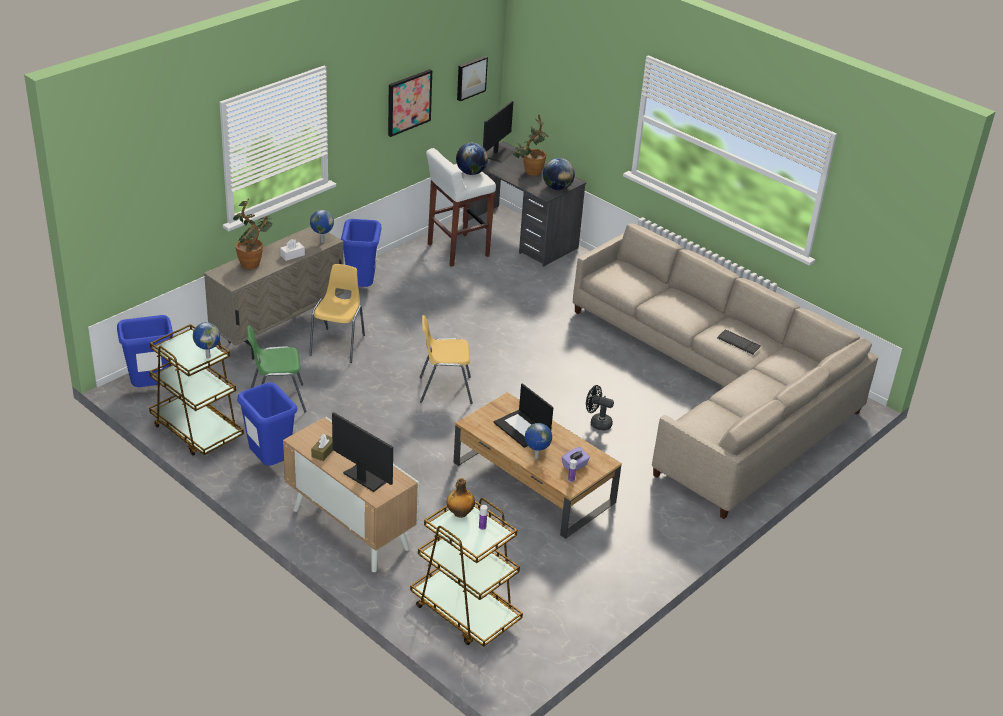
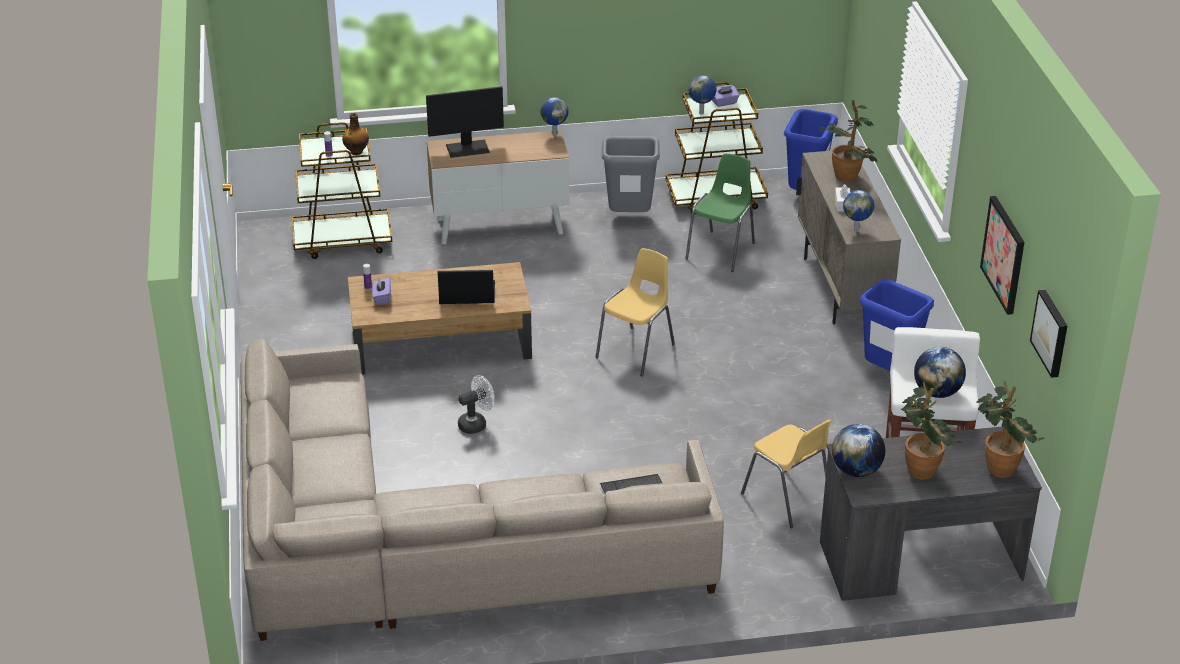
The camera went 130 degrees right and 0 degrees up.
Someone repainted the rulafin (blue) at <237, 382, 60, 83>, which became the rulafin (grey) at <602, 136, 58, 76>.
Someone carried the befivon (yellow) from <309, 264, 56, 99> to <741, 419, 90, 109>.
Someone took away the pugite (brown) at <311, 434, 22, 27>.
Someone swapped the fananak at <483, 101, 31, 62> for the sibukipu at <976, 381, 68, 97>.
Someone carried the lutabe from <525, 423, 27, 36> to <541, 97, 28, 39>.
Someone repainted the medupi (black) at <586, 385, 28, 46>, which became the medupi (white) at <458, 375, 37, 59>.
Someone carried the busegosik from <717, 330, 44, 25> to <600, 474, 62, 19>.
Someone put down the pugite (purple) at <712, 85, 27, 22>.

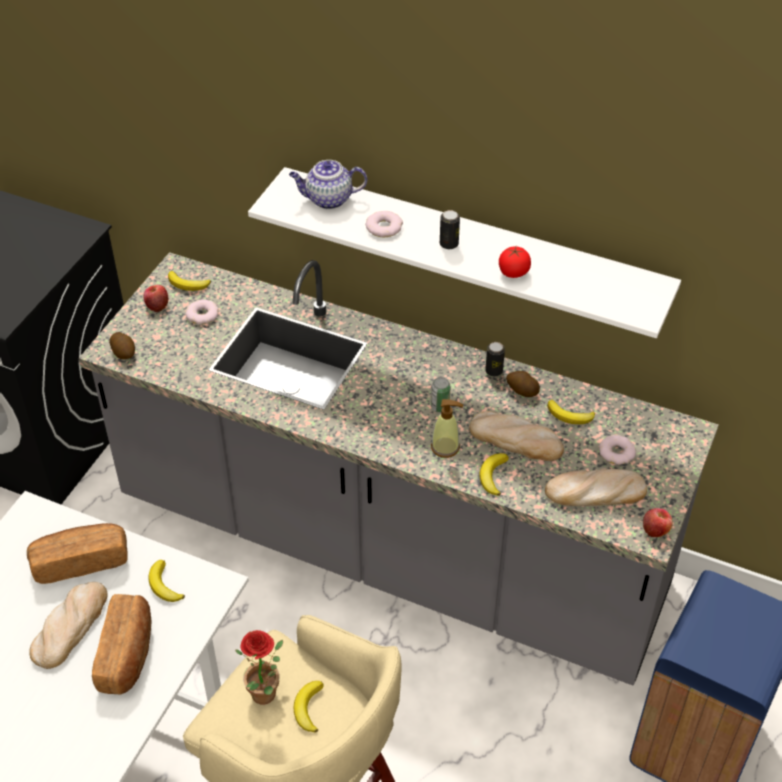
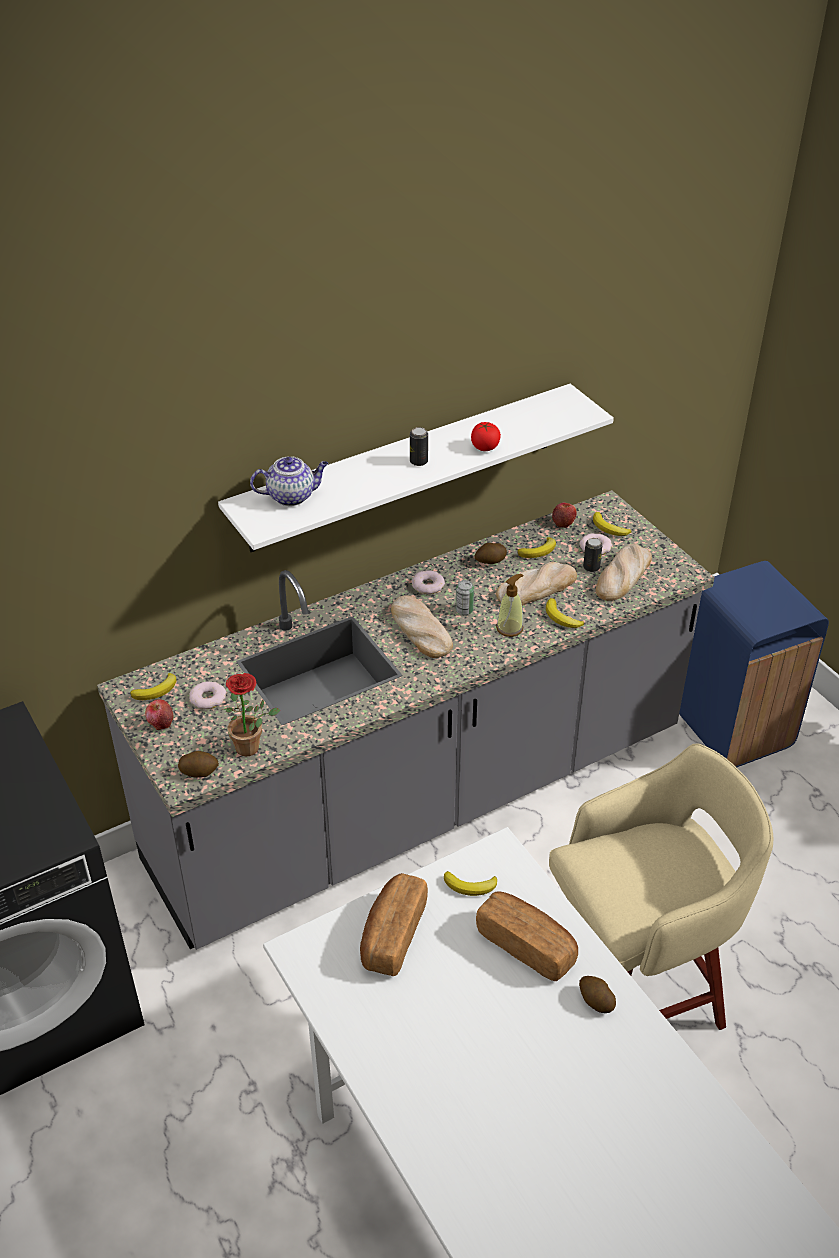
The camera went 55 degrees left and 5 degrees down.
Someone carried the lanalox from <30, 582, 78, 87> to <391, 595, 62, 63>.
Someone carried the sibukipu from <235, 630, 48, 74> to <222, 673, 58, 84>.
Someone rotated the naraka at <289, 160, 78, 49> by 135 degrees counterclockwise.
Someone carried the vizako from <294, 681, 30, 52> to <593, 512, 39, 24>.
Someone carried the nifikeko from <366, 211, 37, 26> to <412, 570, 33, 24>.
Someone carried the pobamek from <485, 342, 20, 35> to <583, 538, 20, 34>.
Someone carried the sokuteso from <643, 508, 30, 29> to <552, 503, 25, 25>.
Someone put down the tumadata at <579, 976, 37, 37>.

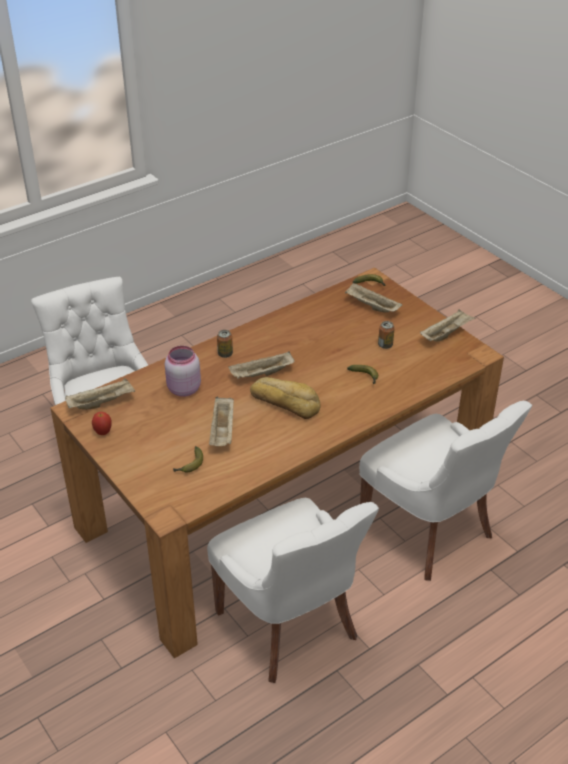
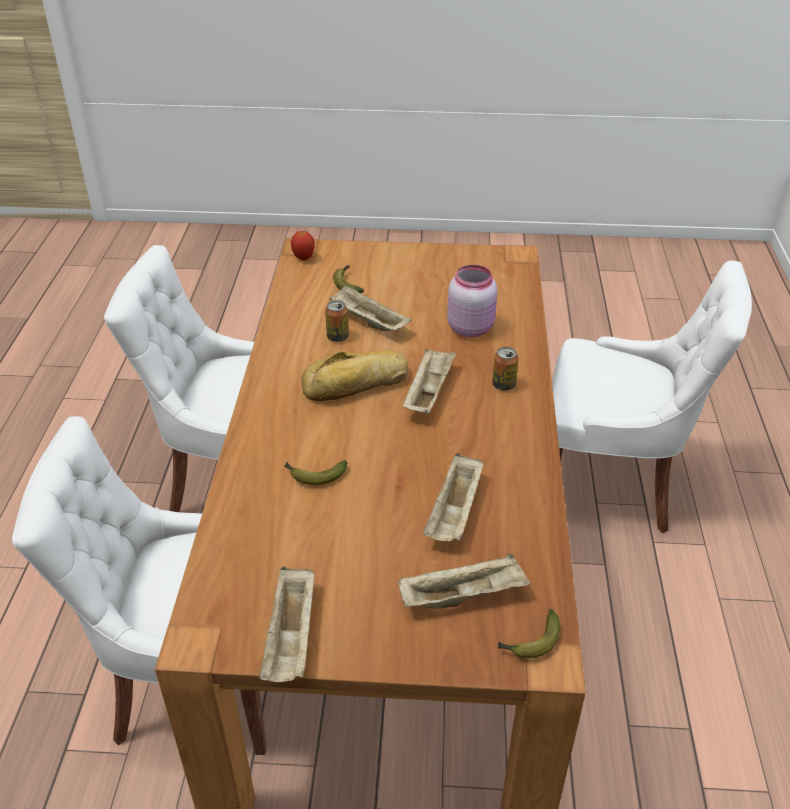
The camera went 130 degrees right and 0 degrees up.
Someone carried the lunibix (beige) from <65, 378, 70, 32> to <423, 453, 61, 88>.
Someone carried the sokuteso from <92, 412, 20, 23> to <291, 231, 24, 29>.
Someone carried the pobamek from <378, 321, 17, 28> to <325, 300, 24, 42>.

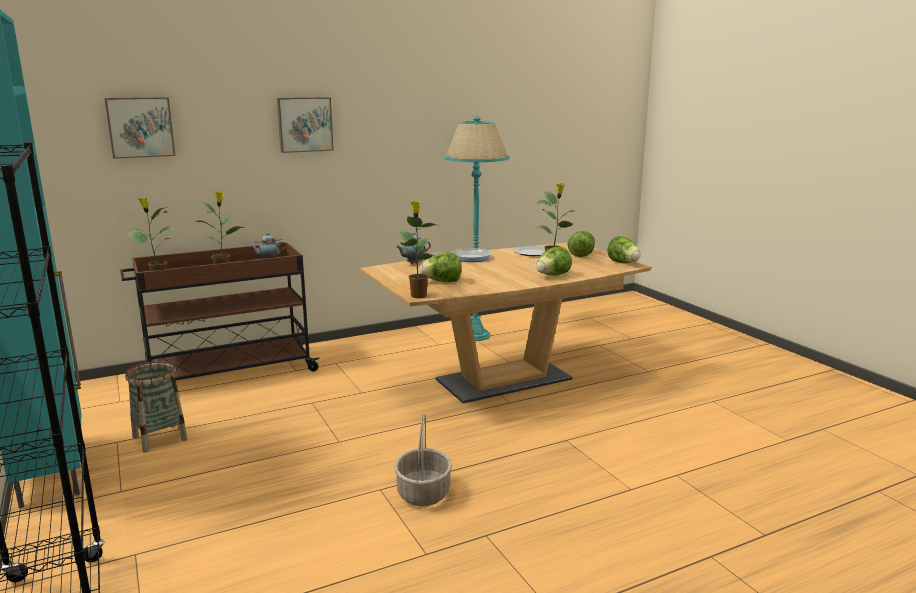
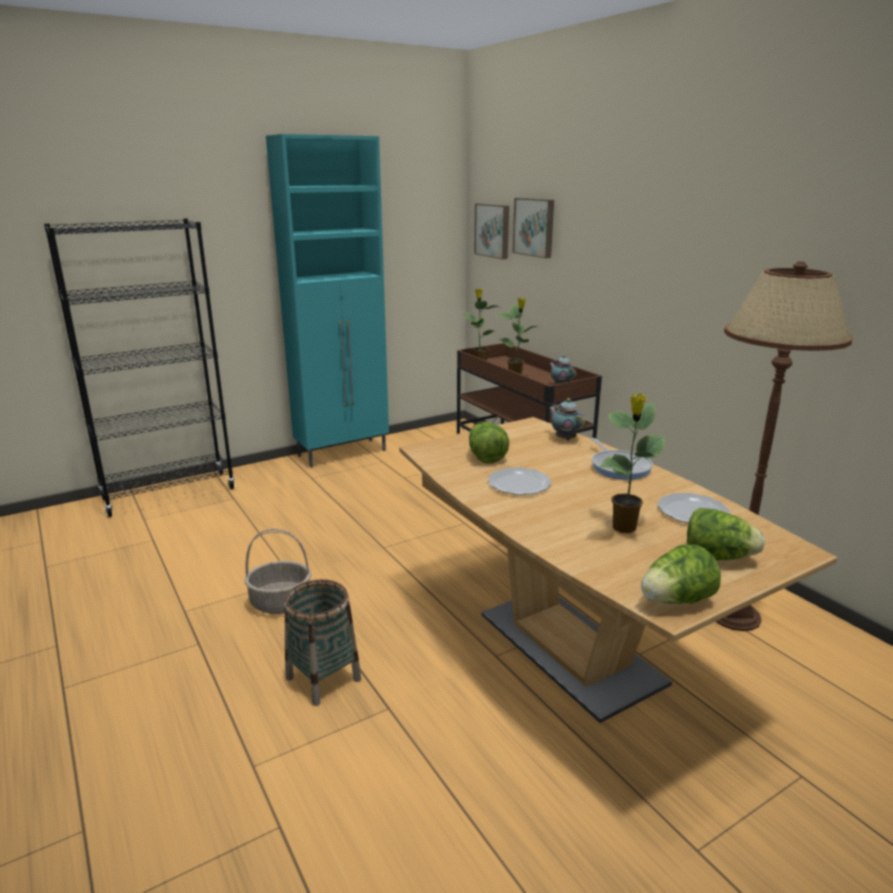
The camera went 85 degrees right and 5 degrees up.
Someone carried the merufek from <125, 361, 63, 92> to <284, 579, 77, 127>.
Someone carried the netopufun from <277, 97, 57, 56> to <474, 203, 35, 56>.
Someone took away the sibukipu at <398, 201, 41, 97>.
Someone repainted the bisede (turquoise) at <444, 116, 65, 225>, which became the bisede (brown) at <716, 261, 136, 370>.
Someone took away the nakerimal at <536, 247, 36, 29>.
Someone put down the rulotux at <488, 467, 63, 28>.

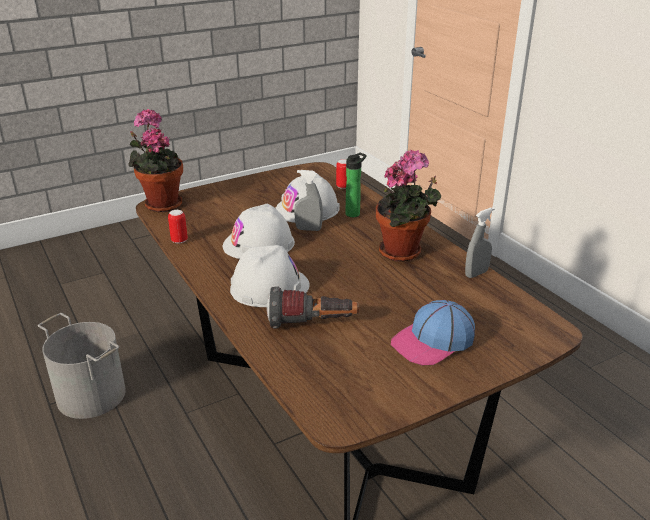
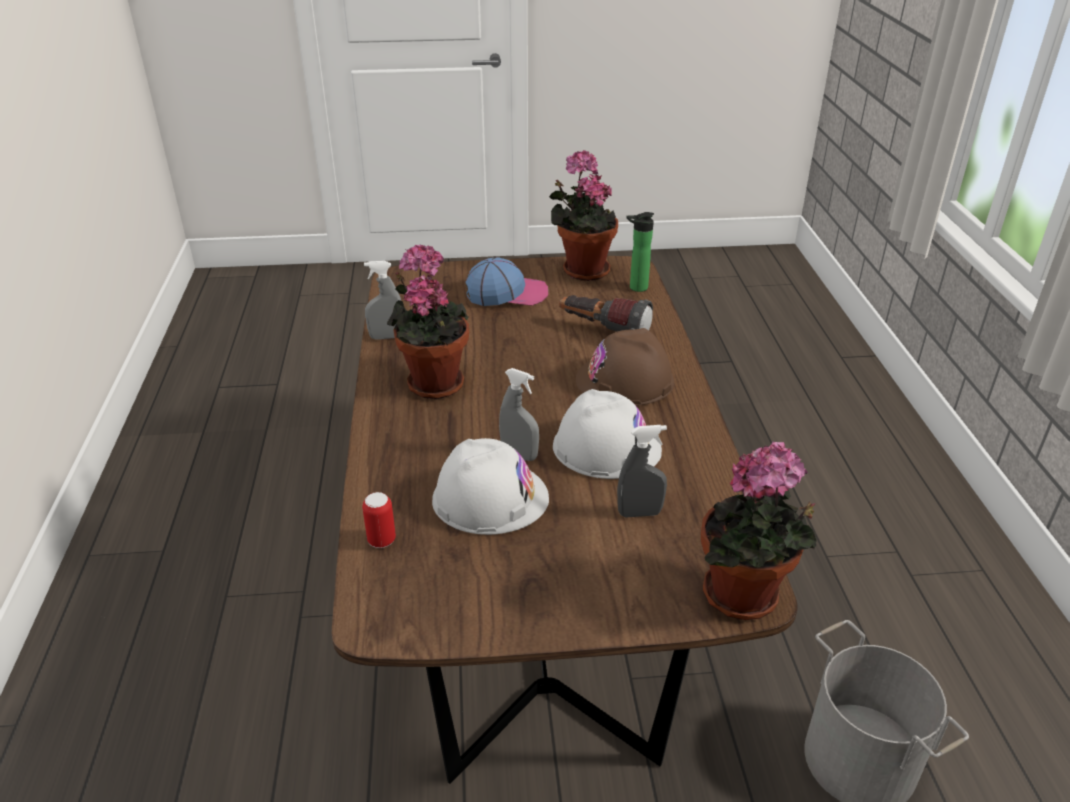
The camera went 155 degrees left and 5 degrees up.
Someone took away the pobamek at <168, 210, 20, 34>.
Someone repainted the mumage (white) at <230, 245, 80, 62>, which became the mumage (brown) at <576, 328, 98, 78>.
Someone carried the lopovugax from <345, 153, 22, 64> to <626, 212, 28, 80>.
Someone put down the sibukipu at <549, 150, 69, 131>.
Someone put down the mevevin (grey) at <617, 425, 50, 92>.

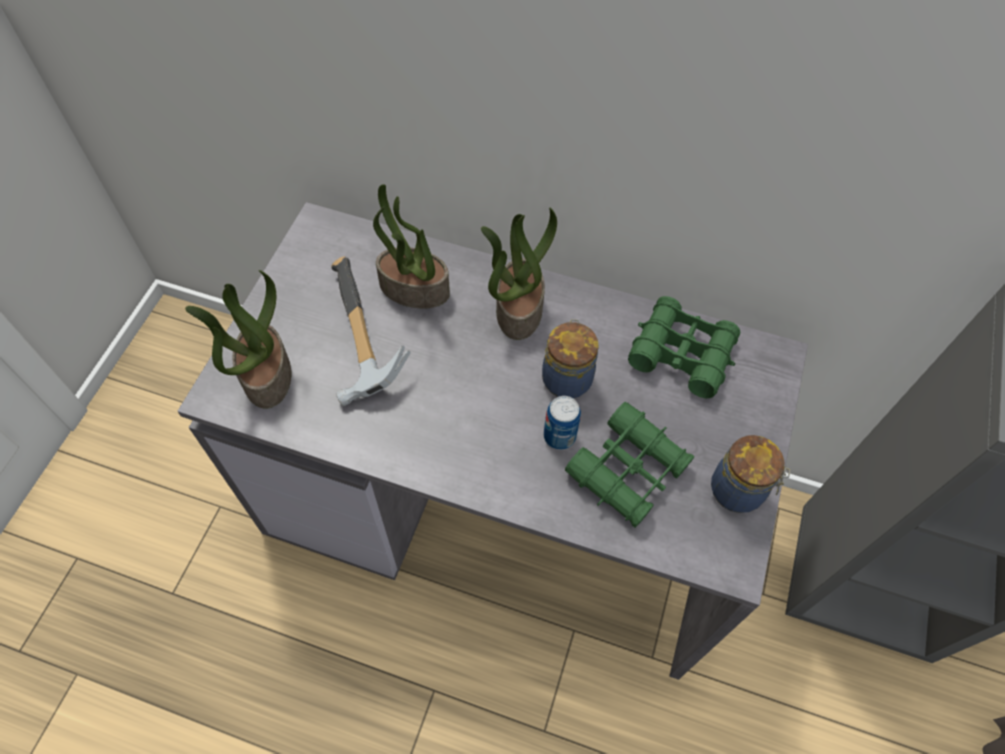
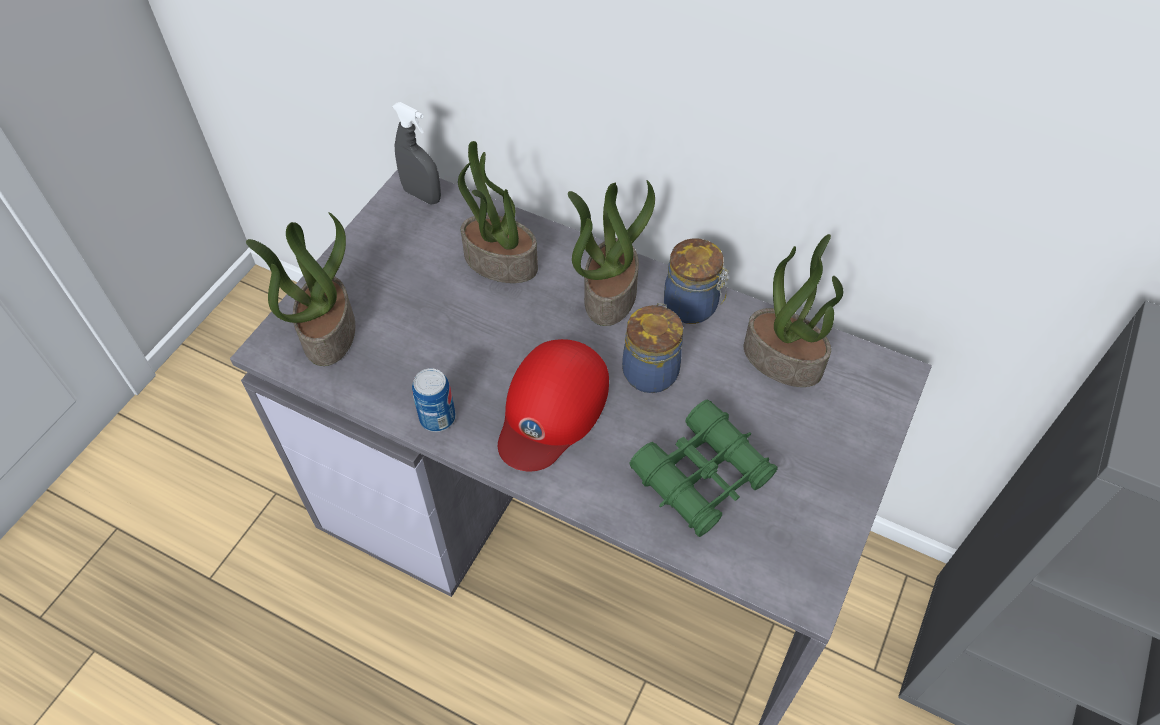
The camera went 10 degrees right and 5 degrees down.
Someone took away the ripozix at <331, 257, 80, 149>.
Someone carried the pobamek from <544, 396, 37, 54> to <412, 368, 44, 64>.
Someone swapped the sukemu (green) at <628, 296, 112, 102> for the sibukipu at <744, 234, 100, 153>.
Someone carried the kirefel from <711, 435, 79, 78> to <664, 238, 65, 86>.
Someone put down the mevevin (grey) at <392, 102, 49, 102>.
Someone put down the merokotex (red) at <498, 339, 111, 132>.

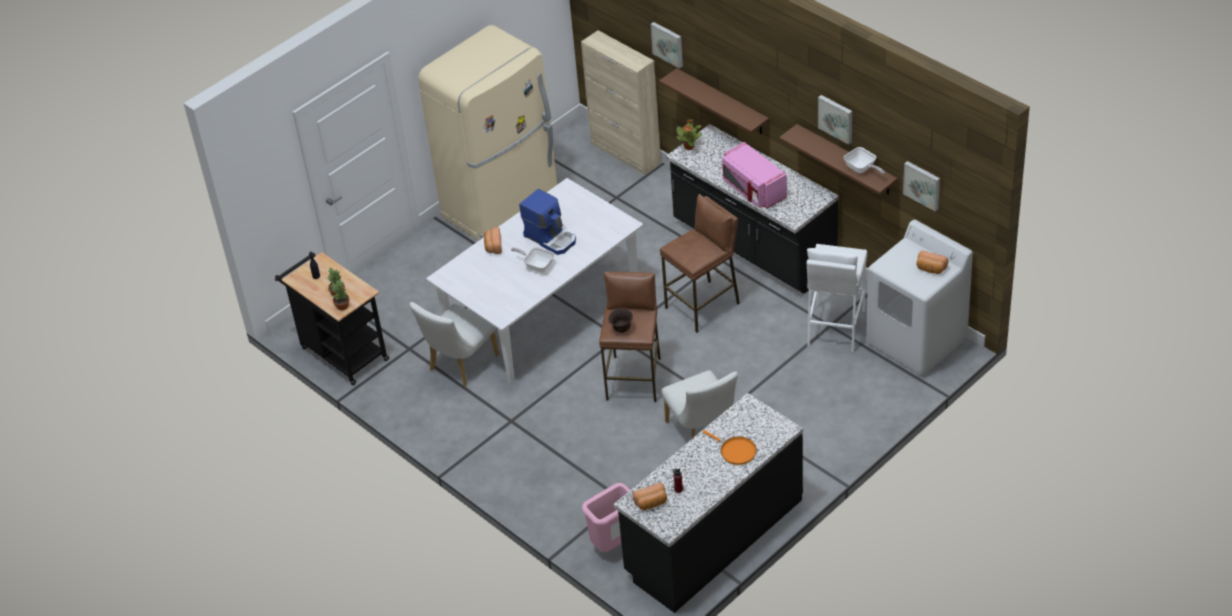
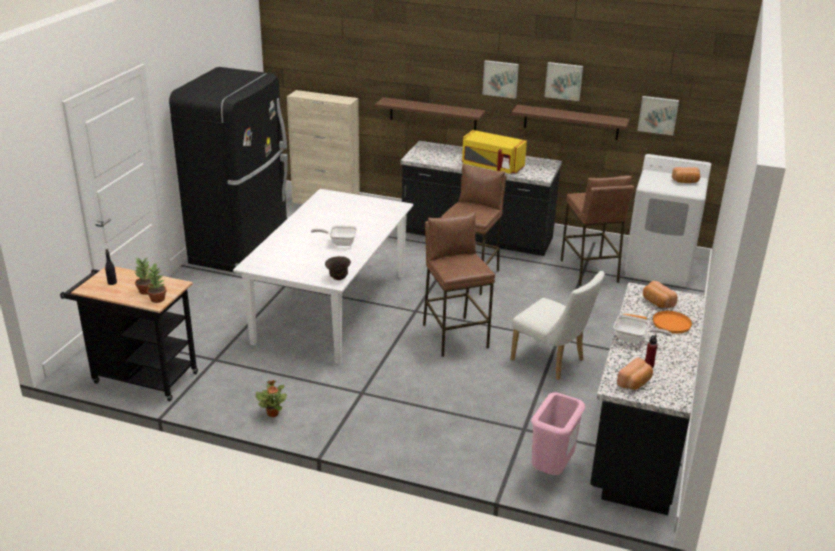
The camera went 30 degrees left and 15 degrees down.
Someone took away the befivon (white) at <409, 302, 90, 84>.
Someone repainted the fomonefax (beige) at <418, 25, 140, 216>, which became the fomonefax (black) at <169, 67, 119, 207>.
Someone carried the lanalox from <484, 227, 18, 27> to <643, 281, 35, 27>.
Someone took away the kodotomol at <519, 189, 57, 66>.
Someone carried the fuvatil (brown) from <608, 309, 25, 24> to <325, 256, 26, 24>.
Someone carried the netopufun from <651, 22, 32, 46> to <483, 60, 36, 38>.
Someone carried the sibukipu from <676, 120, 26, 30> to <255, 380, 32, 37>.
Someone repainted the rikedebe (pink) at <722, 142, 65, 67>, which became the rikedebe (yellow) at <462, 130, 65, 44>.
Someone repainted the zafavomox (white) at <807, 244, 60, 109>, which became the zafavomox (brown) at <560, 176, 74, 110>.
Someone carried the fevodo from <843, 147, 42, 27> to <614, 315, 58, 28>.

